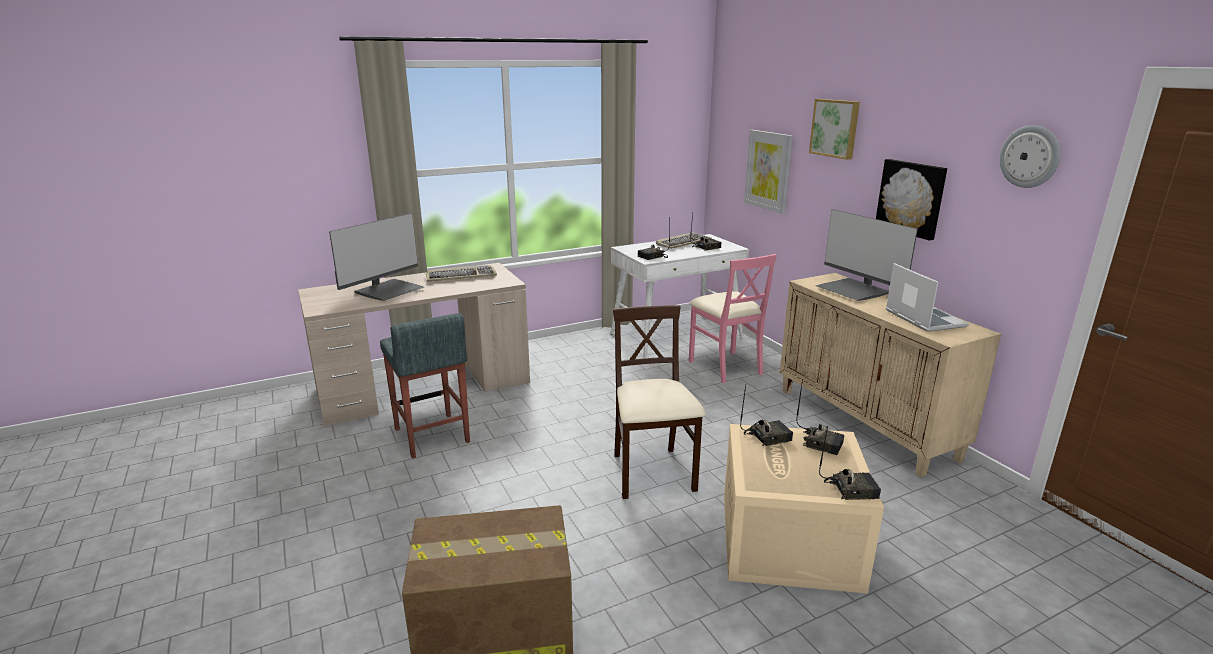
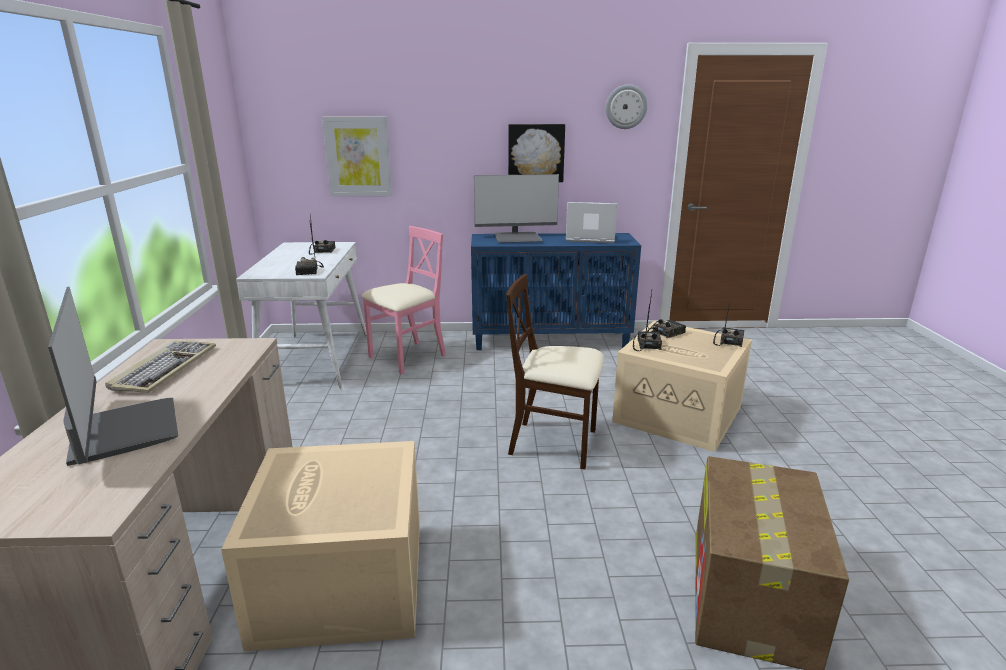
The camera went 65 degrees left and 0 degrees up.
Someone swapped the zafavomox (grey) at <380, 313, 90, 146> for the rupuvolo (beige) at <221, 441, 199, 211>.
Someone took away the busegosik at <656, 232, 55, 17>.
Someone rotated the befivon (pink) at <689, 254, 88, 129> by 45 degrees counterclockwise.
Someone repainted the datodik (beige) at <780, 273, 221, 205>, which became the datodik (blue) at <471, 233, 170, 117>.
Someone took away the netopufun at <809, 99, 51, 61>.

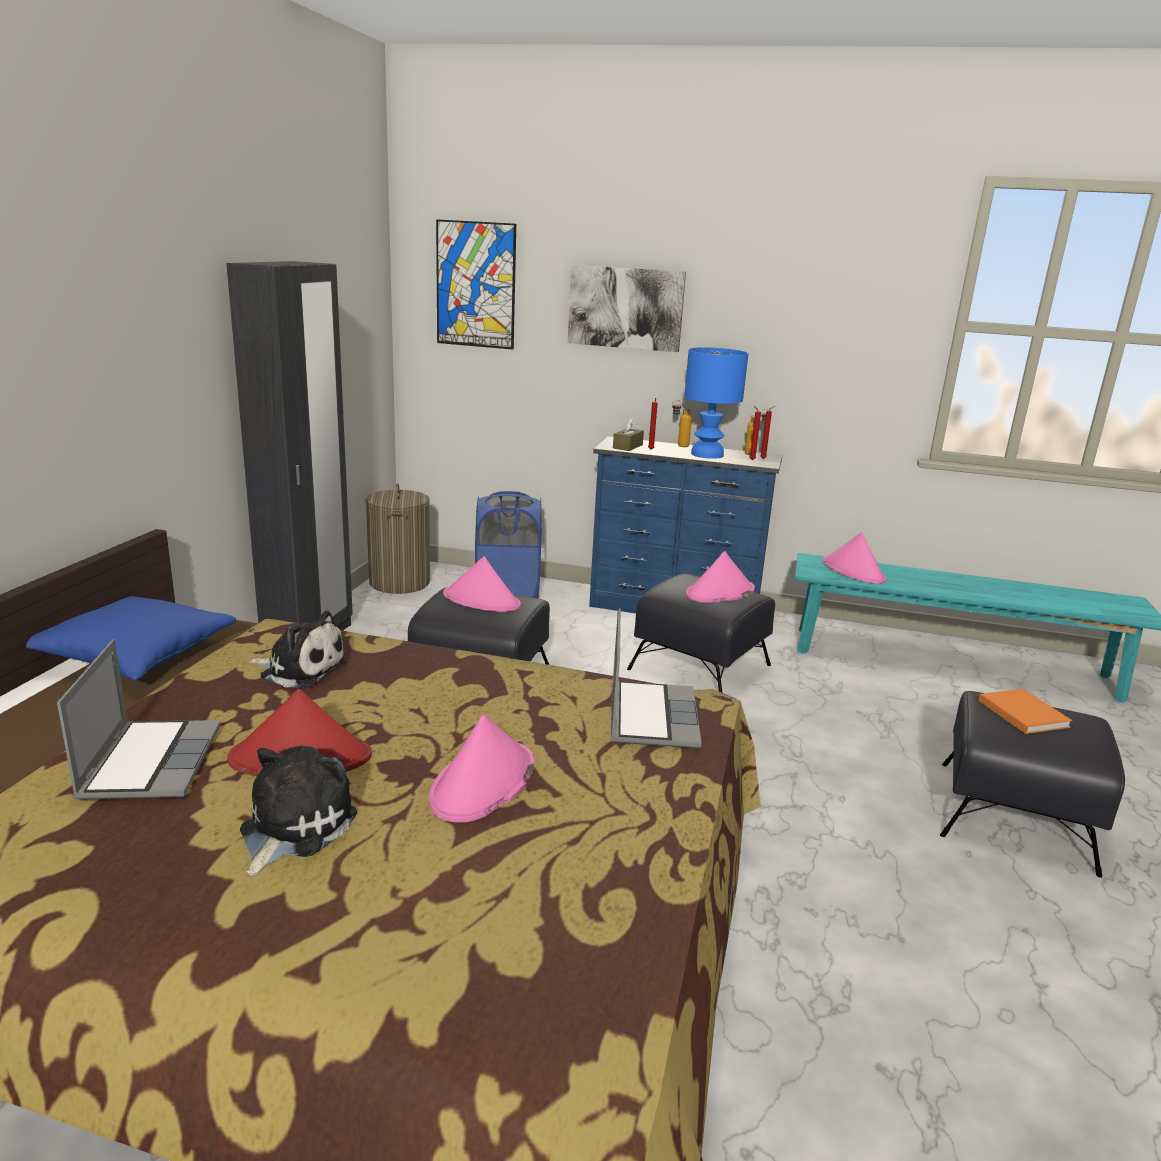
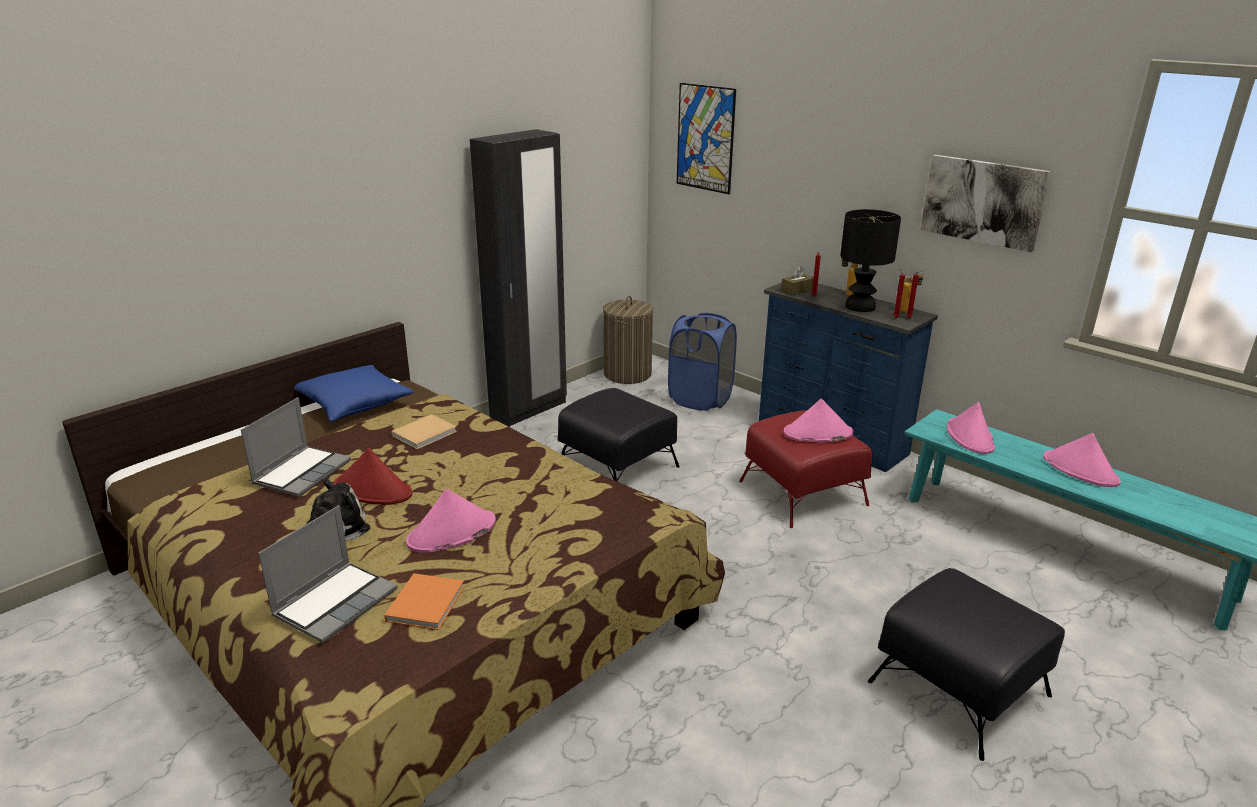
The camera went 30 degrees right and 5 degrees up.
Someone swapped the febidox at <249, 611, 98, 77> for the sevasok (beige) at <392, 414, 65, 35>.
Someone carried the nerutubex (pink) from <443, 556, 78, 56> to <1043, 433, 78, 54>.
Someone carried the netopufun from <568, 264, 118, 88> to <920, 155, 131, 97>.
Someone carried the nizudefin from <611, 609, 91, 139> to <258, 505, 140, 138>.
Someone repainted the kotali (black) at <627, 574, 148, 119>, which became the kotali (red) at <739, 410, 134, 118>.
Someone repainted the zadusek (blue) at <684, 347, 64, 112>, which became the zadusek (black) at <840, 209, 61, 103>.
Someone carried the sevasok (orange) from <978, 689, 95, 45> to <384, 573, 81, 57>.

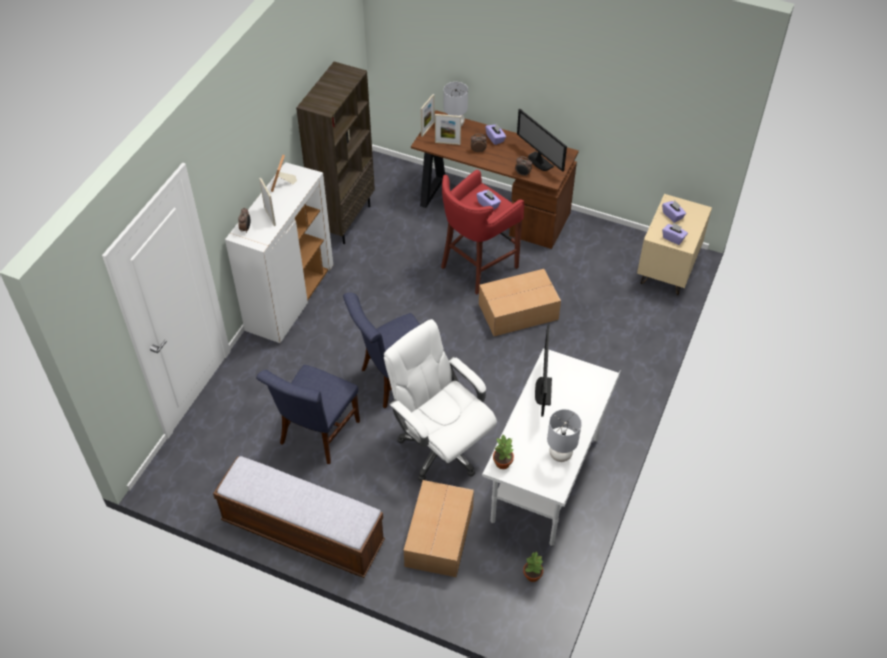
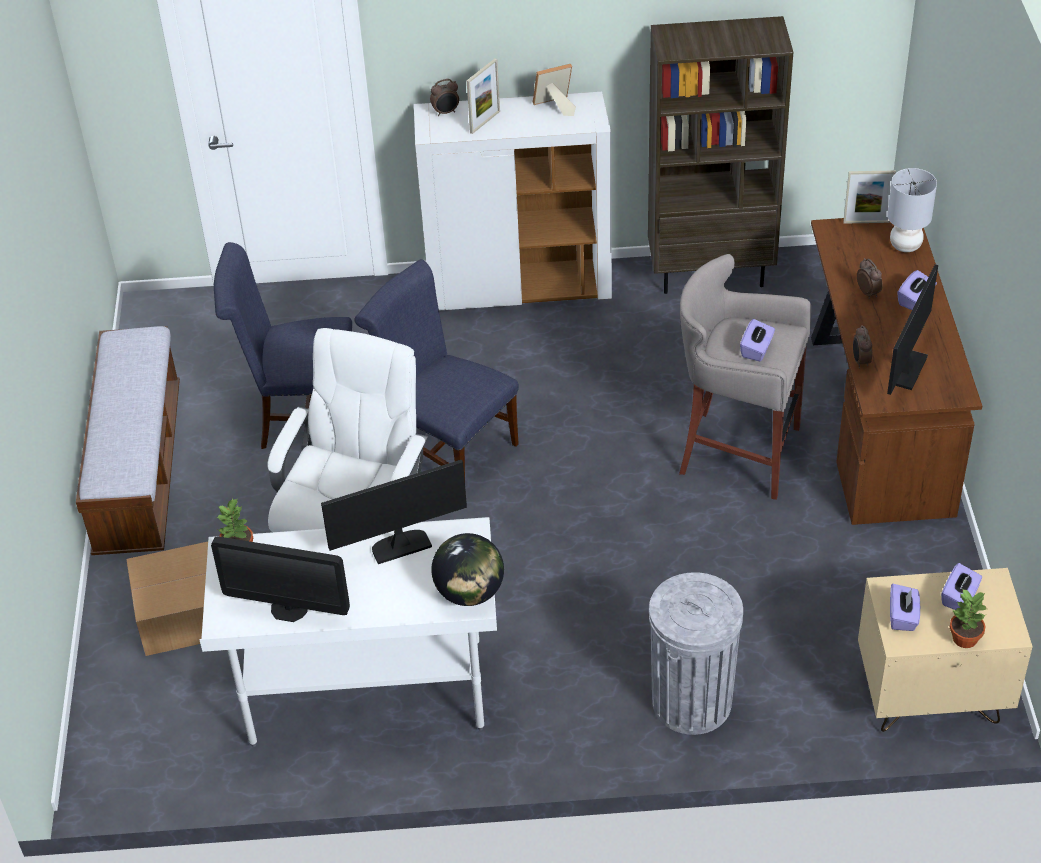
The camera went 65 degrees right and 5 degrees down.
Someone took away the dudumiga at <435, 114, 26, 31>.
Someone repainted the zafavomox (red) at <441, 170, 83, 125>, which became the zafavomox (grey) at <679, 254, 132, 246>.
Someone took away the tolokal at <479, 269, 82, 68>.
Someone carried the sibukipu from <523, 551, 20, 31> to <950, 589, 36, 59>.
Someone swapped the zadusek (grey) at <547, 409, 35, 53> for the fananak at <211, 536, 139, 86>.
Someone put down the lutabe at <431, 533, 73, 73>.
Someone put down the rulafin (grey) at <649, 572, 94, 163>.

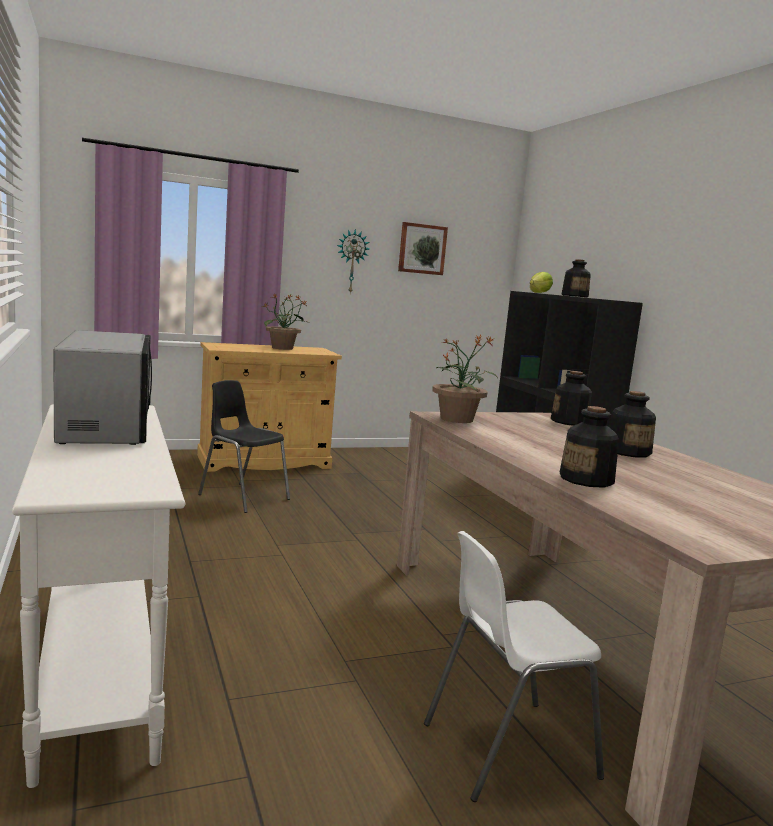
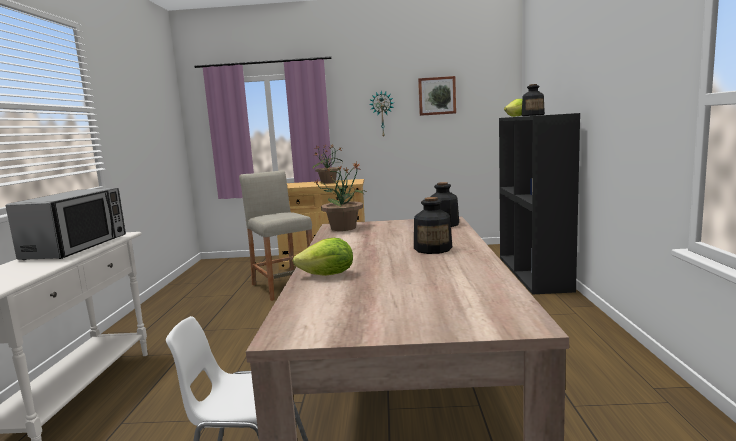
The camera went 25 degrees right and 0 degrees up.
Someone swapped the befivon (black) at <198, 380, 92, 133> for the zafavomox (beige) at <239, 170, 74, 131>.
Someone swapped the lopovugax at <560, 406, 59, 82> for the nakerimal at <292, 238, 61, 38>.

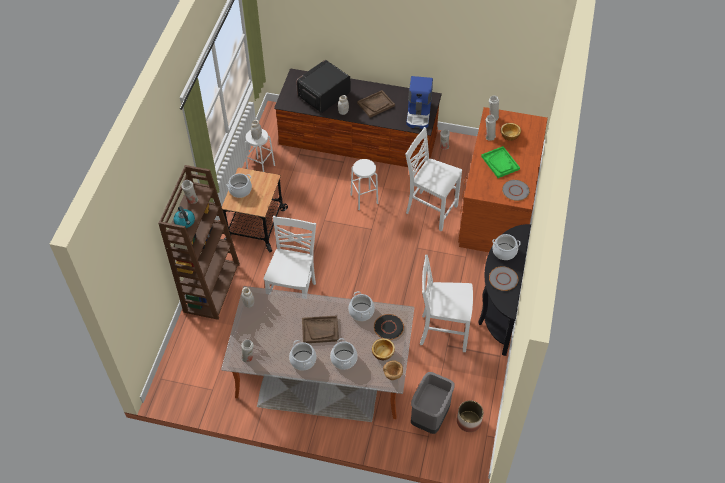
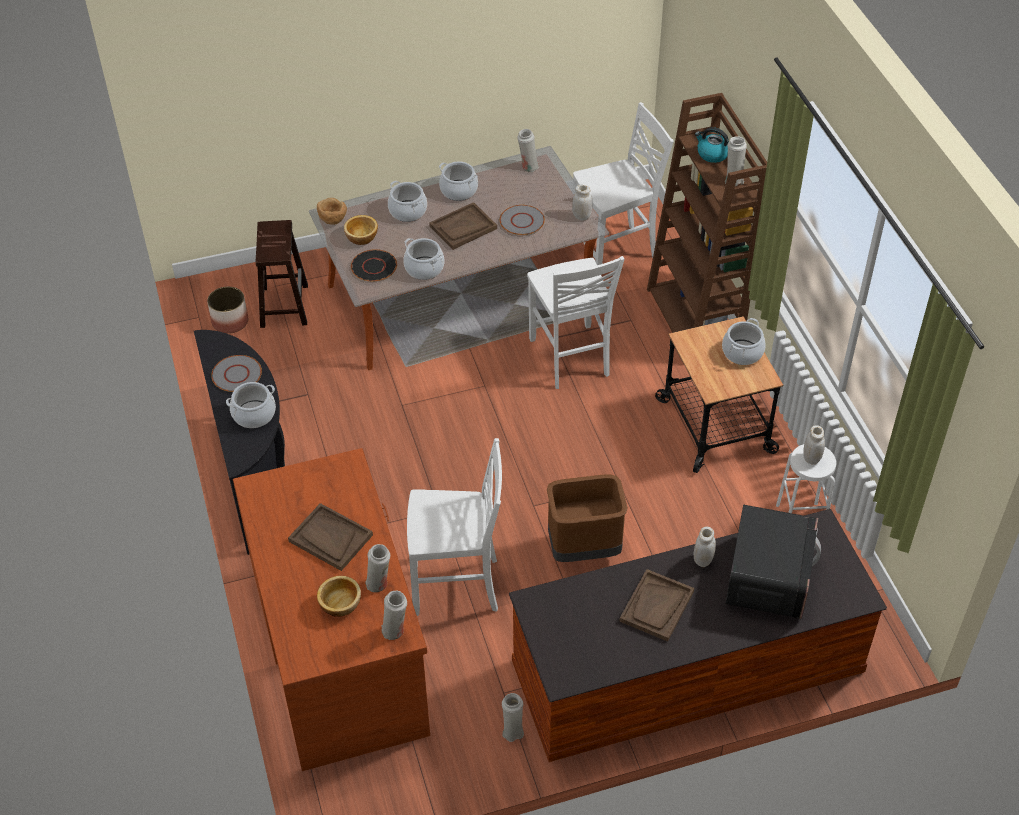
The camera went 150 degrees right and 5 degrees down.
Someone swapped the zafavomox (white) at <350, 159, 28, 51> for the rulafin (brown) at <547, 474, 81, 88>.
Someone took away the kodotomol at <406, 76, 27, 53>.
Someone swapped the rulafin (grey) at <411, 372, 44, 62> for the zafavomox (brown) at <256, 220, 52, 108>.
Someone carried the befivon (white) from <420, 255, 53, 97> to <573, 102, 101, 163>.
Someone repainted the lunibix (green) at <481, 146, 39, 32>, which became the lunibix (brown) at <288, 503, 85, 68>.
Someone carried the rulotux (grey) from <502, 179, 28, 22> to <500, 205, 45, 30>.

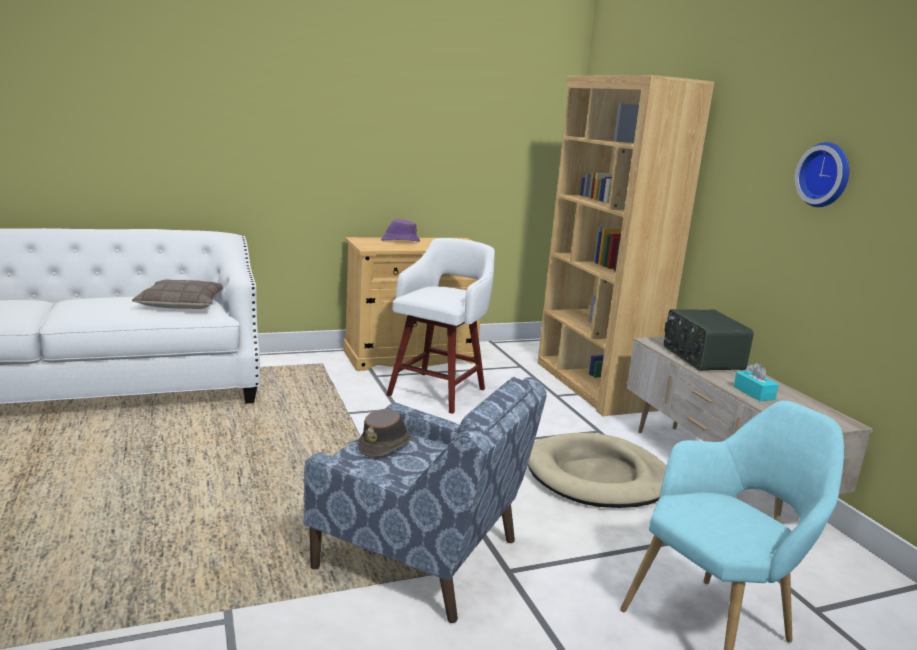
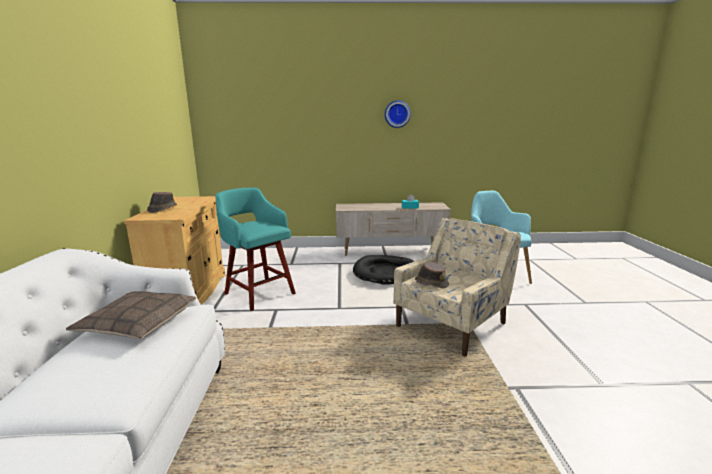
The camera went 70 degrees left and 0 degrees up.
Someone repainted the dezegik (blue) at <304, 377, 243, 246>, which became the dezegik (beige) at <393, 218, 128, 139>.
Someone repainted the nerutubex (purple) at <381, 219, 39, 23>, which became the nerutubex (brown) at <147, 192, 30, 21>.
Someone repainted the zafavomox (white) at <386, 238, 109, 176>, which became the zafavomox (turquoise) at <215, 188, 81, 123>.
Someone repainted the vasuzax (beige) at <528, 433, 139, 75>, which became the vasuzax (black) at <353, 255, 61, 30>.
Someone took away the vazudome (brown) at <538, 75, 177, 341>.
Someone took away the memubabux at <664, 309, 90, 62>.

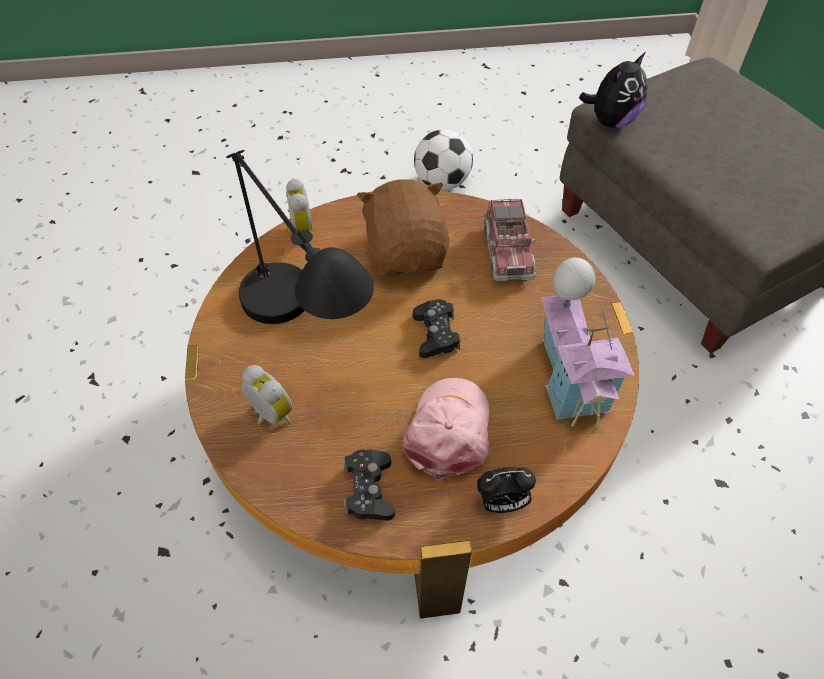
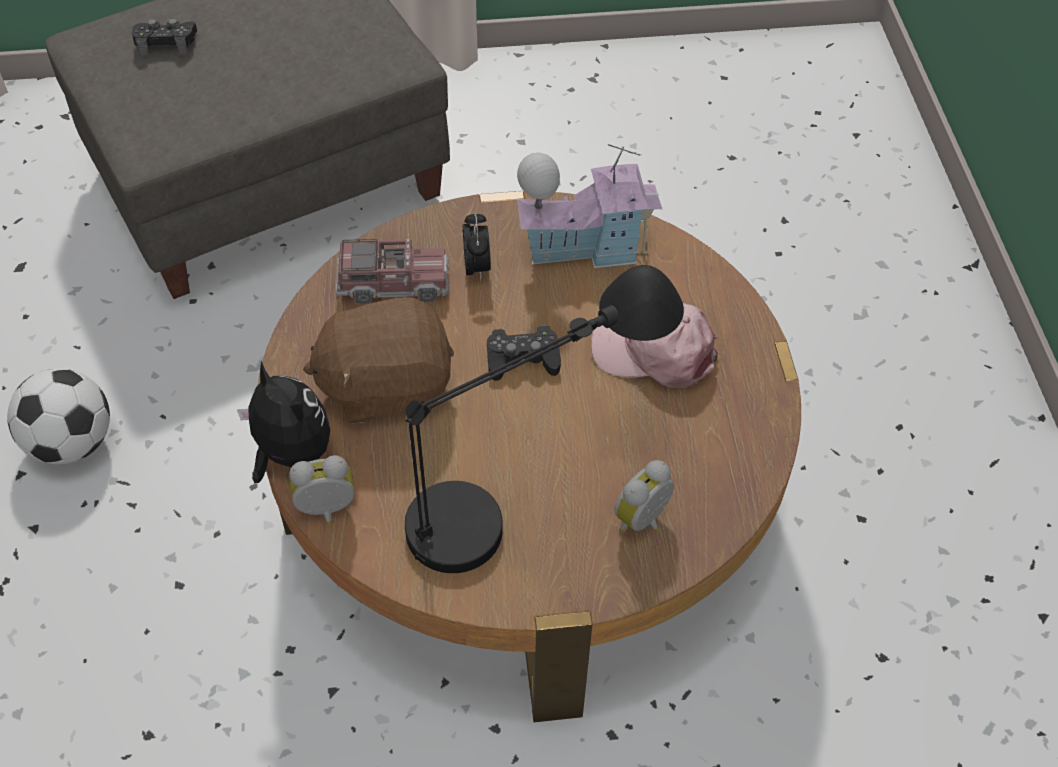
The camera went 90 degrees left and 0 degrees up.
Someone carried the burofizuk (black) from <344, 449, 51, 72> to <132, 19, 65, 37>.
Someone carried the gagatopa from <477, 467, 59, 46> to <463, 212, 28, 68>.
Someone carried the febidox from <579, 53, 69, 75> to <237, 361, 93, 122>.

